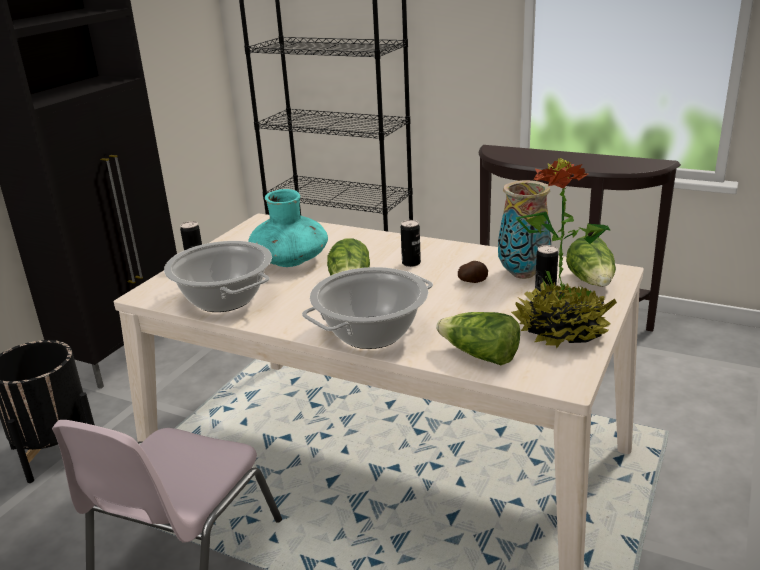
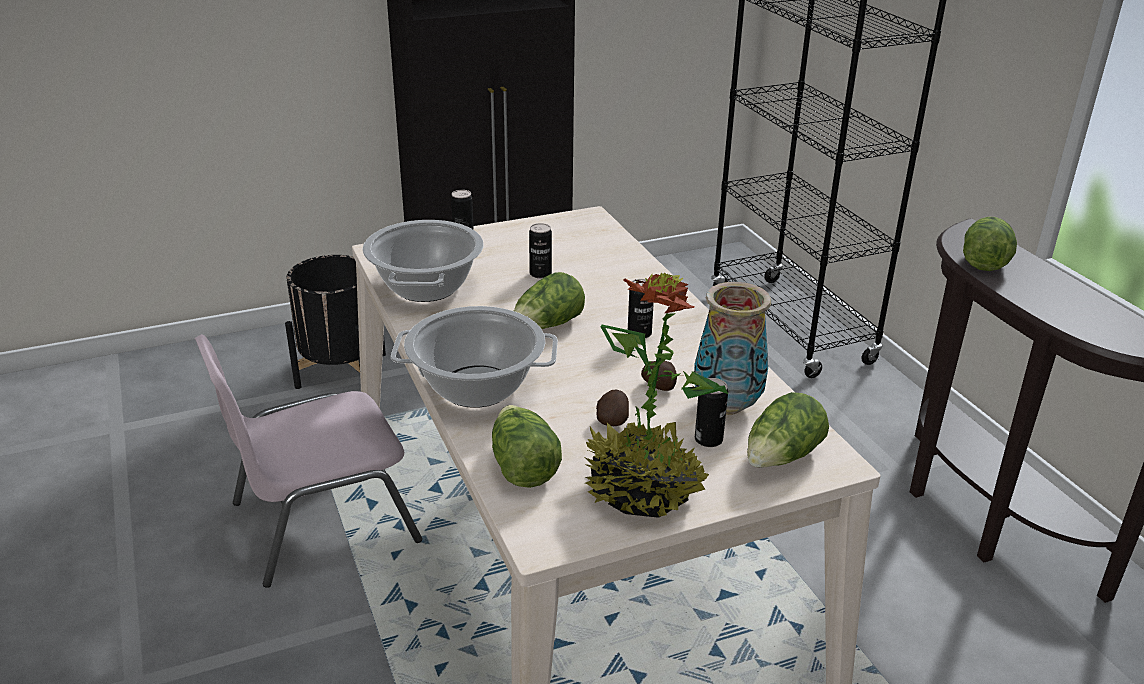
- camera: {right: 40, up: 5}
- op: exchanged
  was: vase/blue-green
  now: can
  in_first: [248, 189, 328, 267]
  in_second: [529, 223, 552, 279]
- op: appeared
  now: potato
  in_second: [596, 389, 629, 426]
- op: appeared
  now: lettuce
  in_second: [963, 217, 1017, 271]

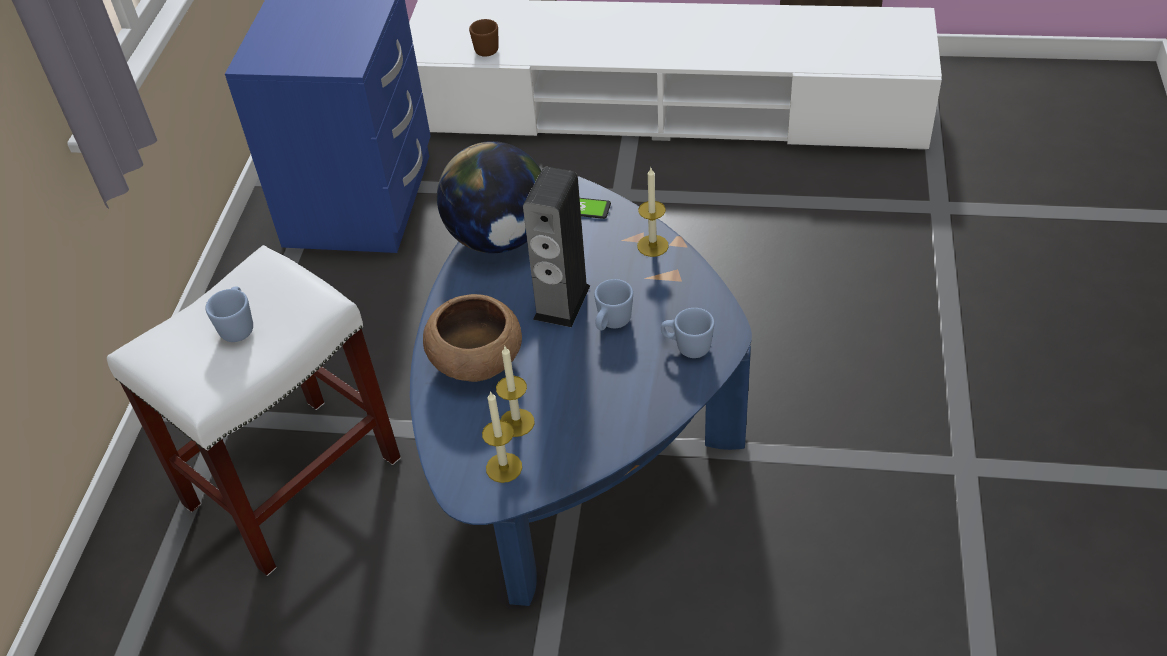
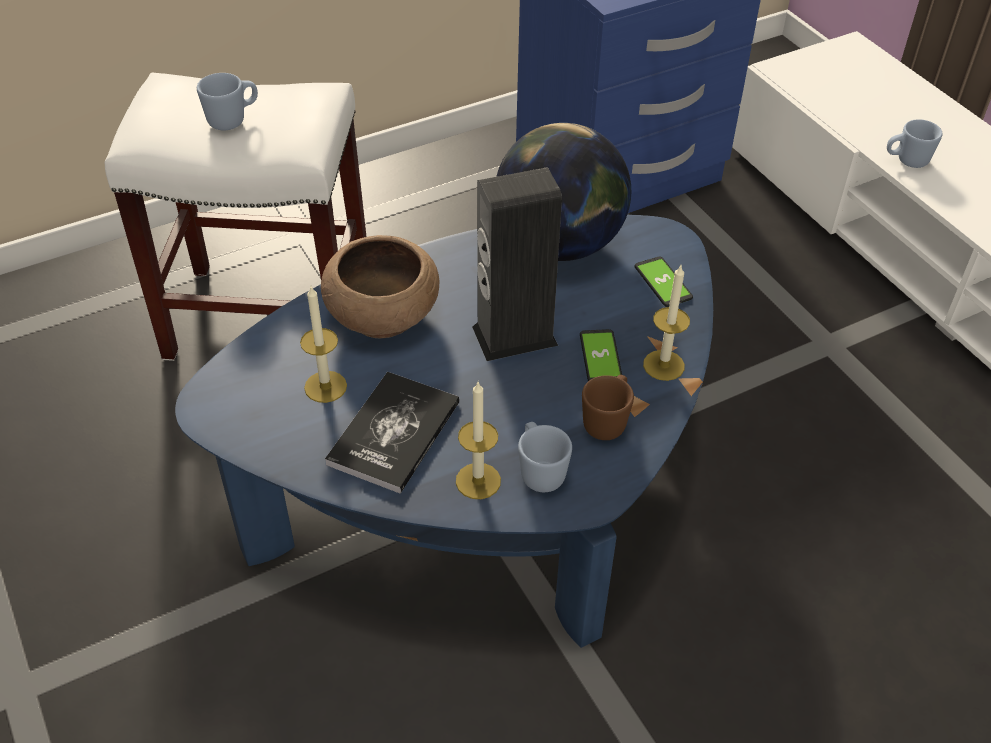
- camera: {right: 50, up: 0}
- op: relocated
  was: coffee mug/brown
  in_first: [469, 19, 498, 57]
  in_second: [582, 375, 634, 440]
- op: relocated
  was: candle
  in_first: [482, 391, 522, 483]
  in_second: [456, 382, 501, 499]
- op: relocated
  was: coffee mug/bluish
  in_first: [594, 279, 633, 330]
  in_second: [887, 119, 943, 168]
- op: appeared
  now: bound book
  in_second: [325, 371, 460, 494]
- op: appeared
  now: phone
  in_second: [580, 329, 622, 381]

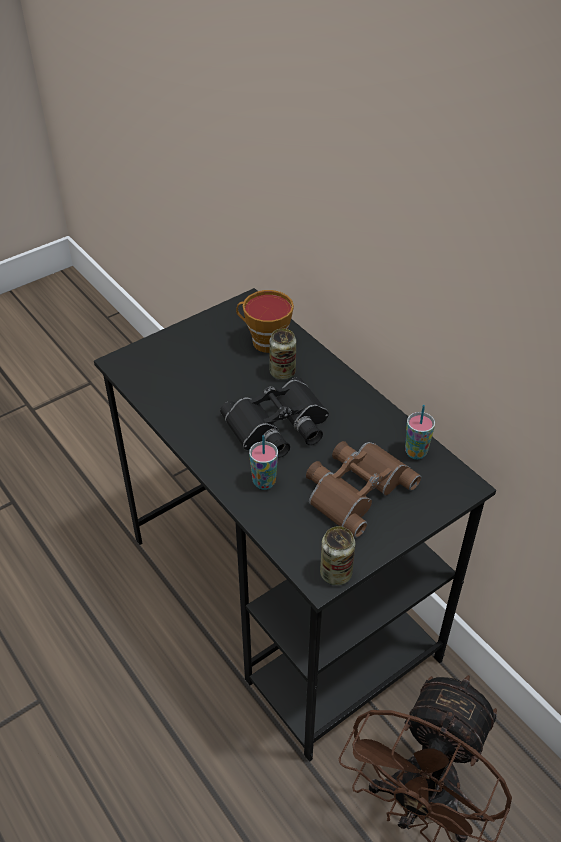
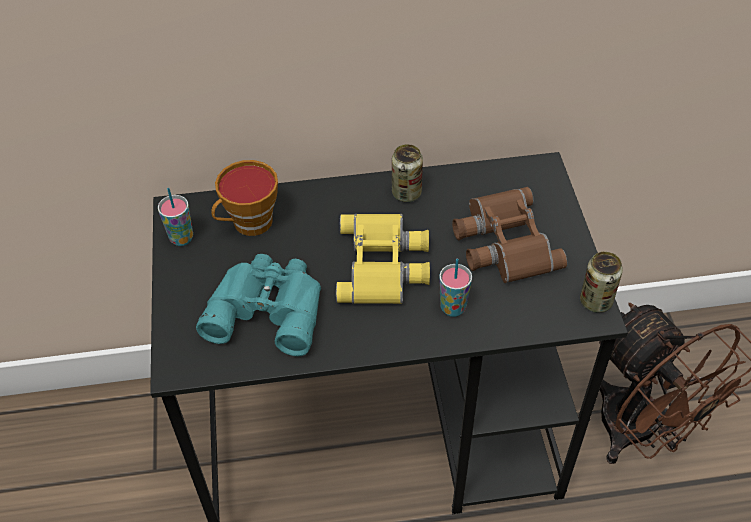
- camera: {right: -60, up: 5}
- op: colour
  was: field glasses/black-coloured
  now: field glasses/yellowish
  in_first: [220, 377, 329, 458]
  in_second: [336, 214, 430, 304]
- op: relocated
  was: can
  in_first: [269, 329, 296, 380]
  in_second: [392, 144, 423, 202]
- op: relocated
  was: small cup
  in_first: [405, 405, 435, 459]
  in_second: [158, 188, 193, 246]
- op: appeared
  now: field glasses/blue-green
  in_second: [196, 254, 321, 356]

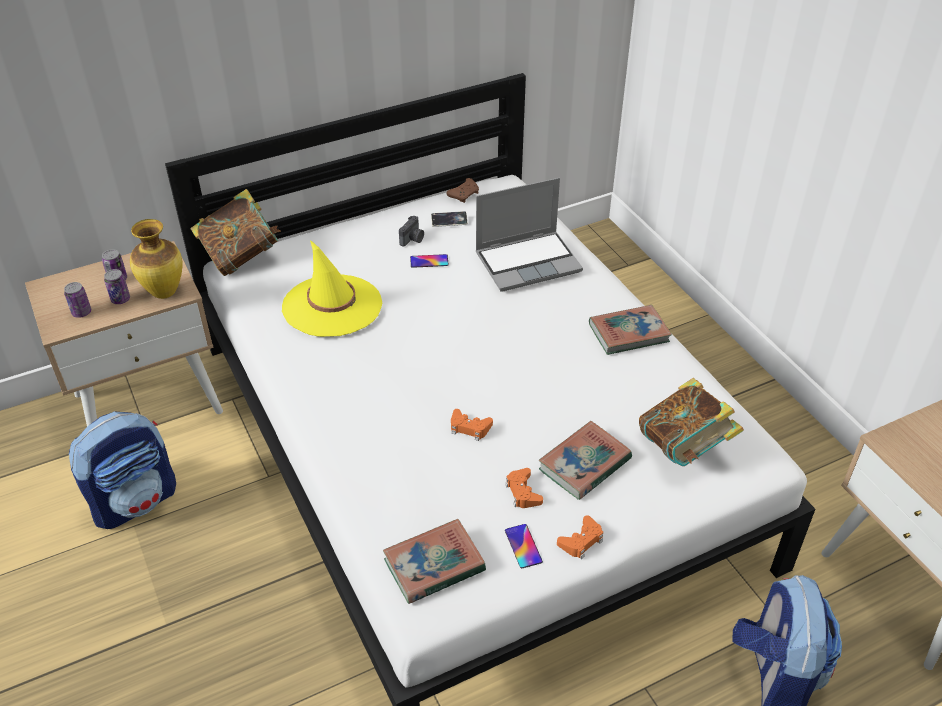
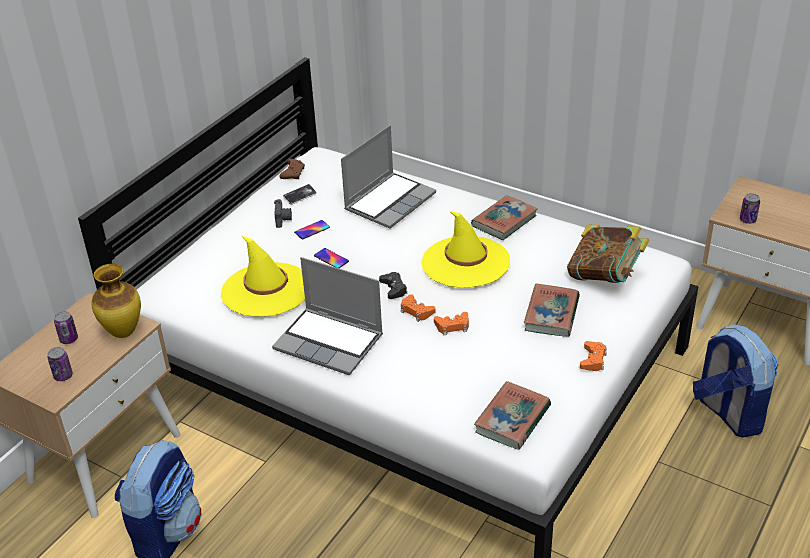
- camera: {right: -30, up: -5}
- op: relocated
  was: can
  in_first: [104, 269, 130, 304]
  in_second: [740, 193, 760, 224]
- op: missing
  was: bound book
  in_first: [190, 189, 281, 276]
- op: relocated
  was: gamepad/orange-coloured
  in_first: [505, 468, 543, 508]
  in_second: [401, 294, 436, 322]
- op: relocated
  was: phone
  in_first: [505, 524, 543, 568]
  in_second: [314, 248, 349, 268]
- op: appeared
  now: portable computer
  in_second: [272, 257, 383, 375]
- op: appeared
  now: gamepad/black-coloured
  in_second: [379, 272, 407, 299]
- op: appeared
  now: wearable hat/yellowish
  in_second: [421, 211, 510, 288]

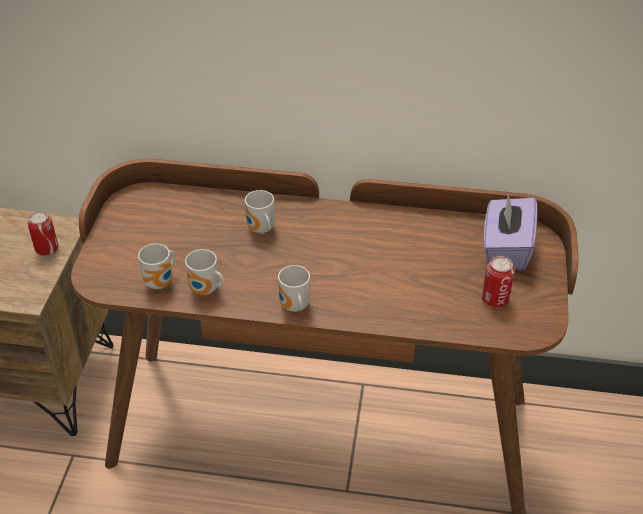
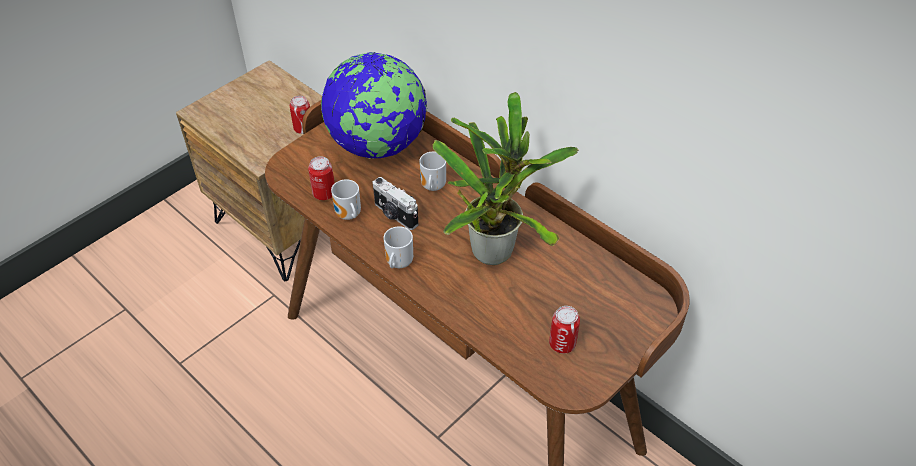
- camera: {right: 35, up: 5}
- op: exchanged
  was: coffee mug
  now: can
  in_first: [138, 244, 175, 289]
  in_second: [308, 156, 335, 200]
- op: missing
  was: tissue holder/purple
  in_first: [484, 193, 537, 270]
- op: appeared
  now: desk globe
  in_second: [321, 52, 427, 159]
- op: appeared
  now: photo camera
  in_second: [373, 177, 418, 230]
- op: appeared
  now: plant in a pot
  in_second: [433, 92, 579, 265]

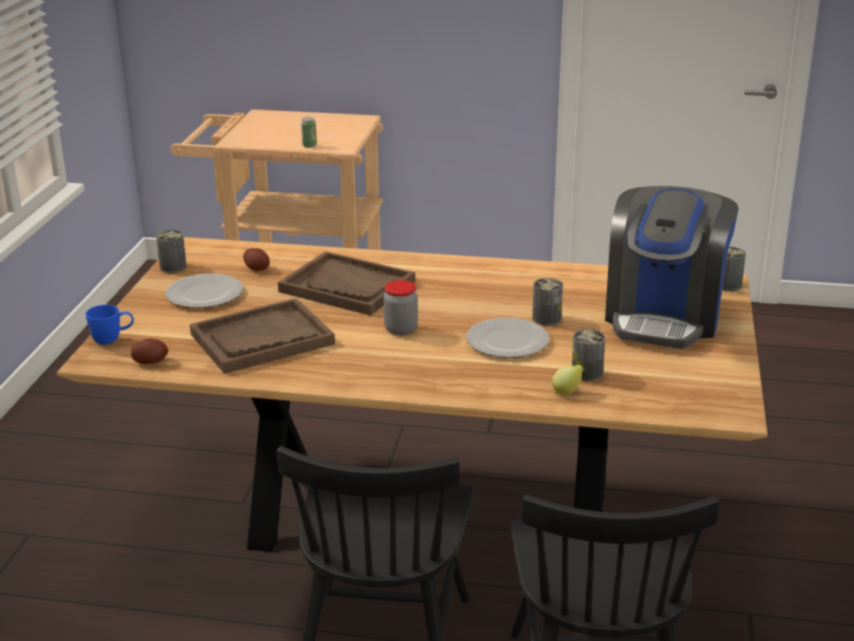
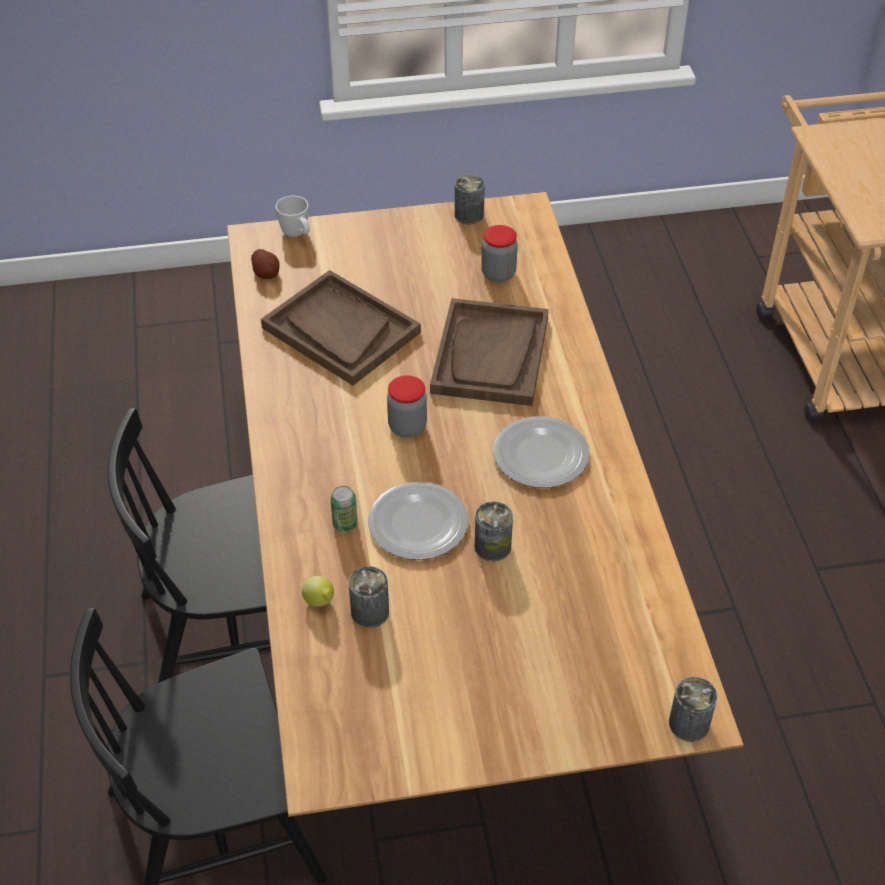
- camera: {right: 70, up: 20}
- op: colour
  was: coffee mug/bluish
  now: coffee mug/white
  in_first: [85, 305, 134, 345]
  in_second: [275, 196, 310, 237]
- op: relocated
  was: flat dish
  in_first: [165, 273, 243, 308]
  in_second: [493, 416, 589, 488]
- op: exchanged
  was: potato
  now: storage jar
  in_first: [243, 248, 270, 271]
  in_second: [481, 225, 518, 283]
- op: relocated
  was: can
  in_first: [301, 117, 317, 148]
  in_second: [330, 486, 358, 532]
- op: missing
  was: coffee machine
  in_first: [605, 186, 739, 348]

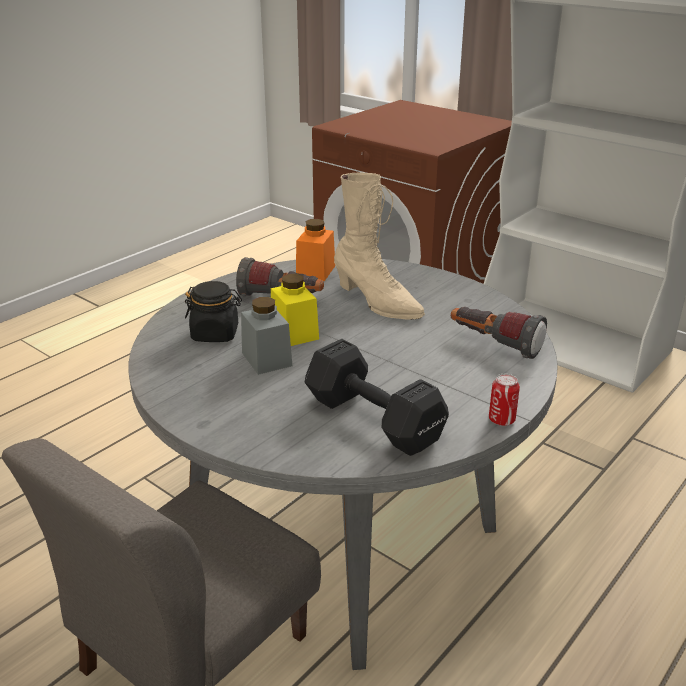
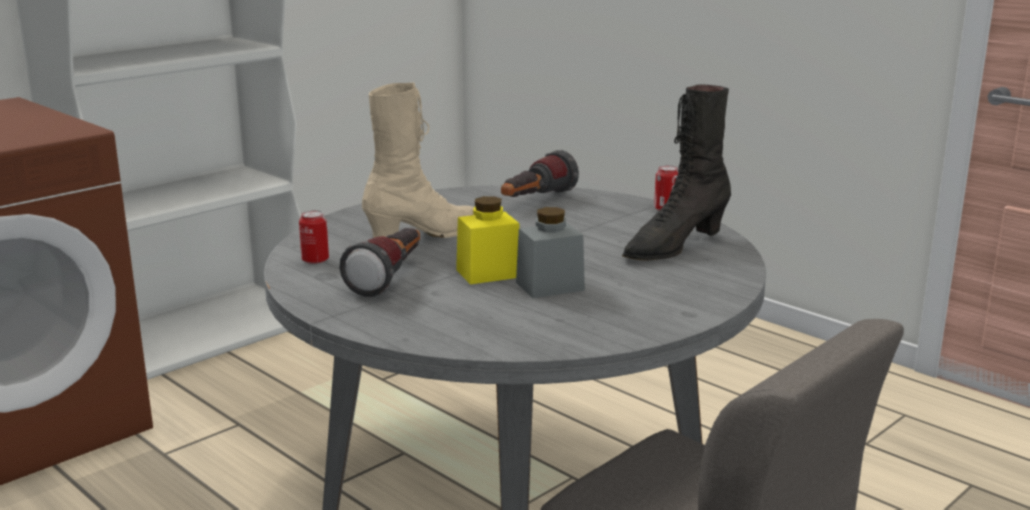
- camera: {right: -85, up: -10}
- op: missing
  was: storage jar/black-coloured
  in_first: [185, 281, 242, 342]
- op: exchanged
  was: storage jar/orange-coloured
  now: can
  in_first: [296, 219, 335, 281]
  in_second: [299, 210, 329, 264]
- op: exchanged
  was: free weight/black-coloured
  now: tall boot/black-coloured
  in_first: [305, 339, 449, 456]
  in_second: [622, 85, 731, 261]

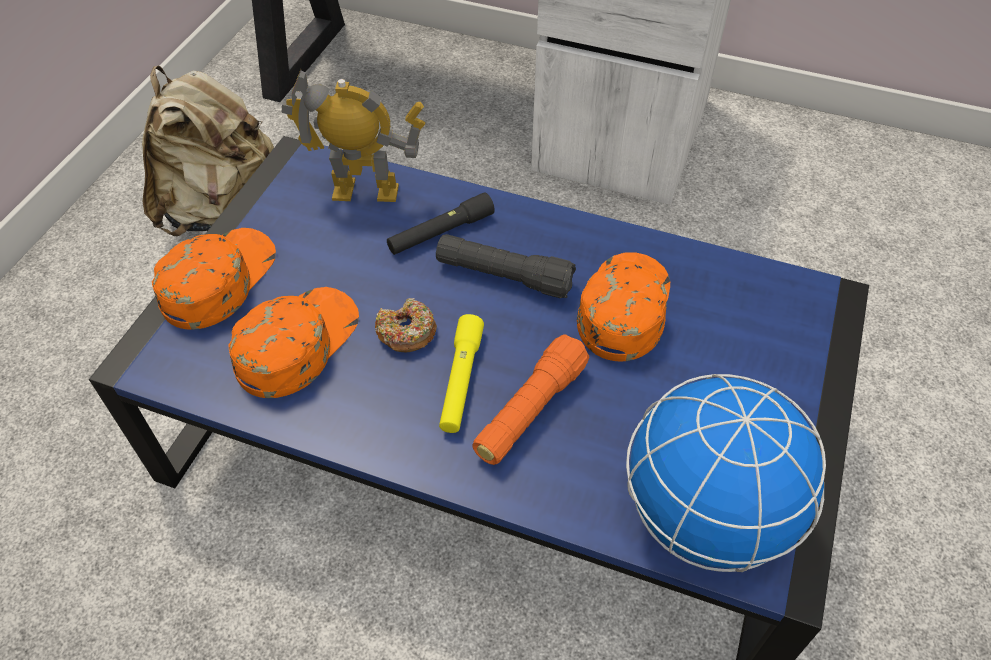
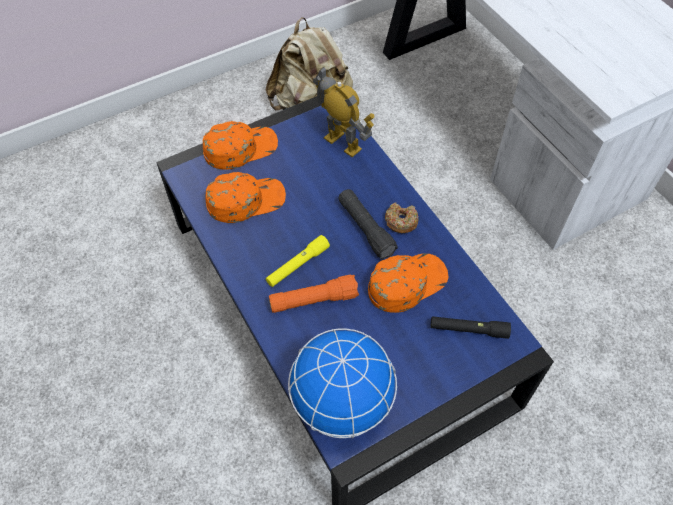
- camera: {right: 40, up: 5}
- op: relocated
  was: ring doughnut
  in_first: [375, 298, 437, 352]
  in_second: [385, 202, 418, 233]
- op: relocated
  was: hand torch/black-coloured
  in_first: [387, 192, 495, 255]
  in_second: [431, 316, 511, 339]

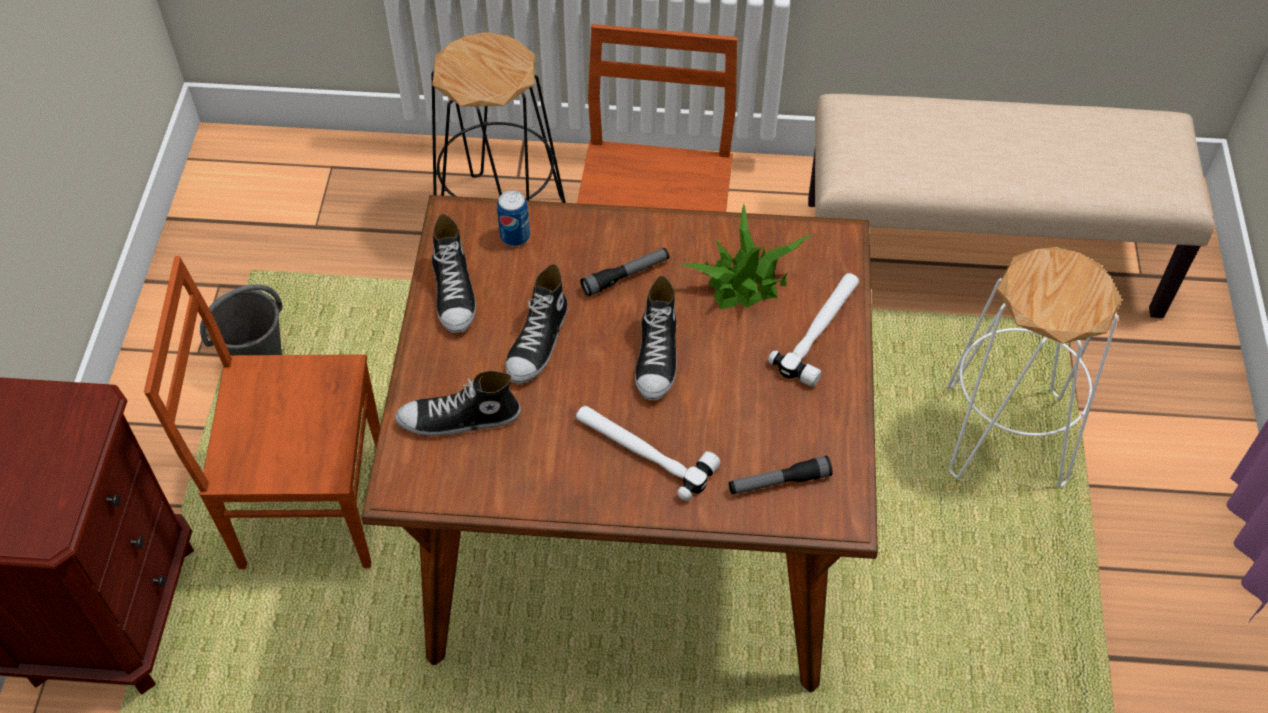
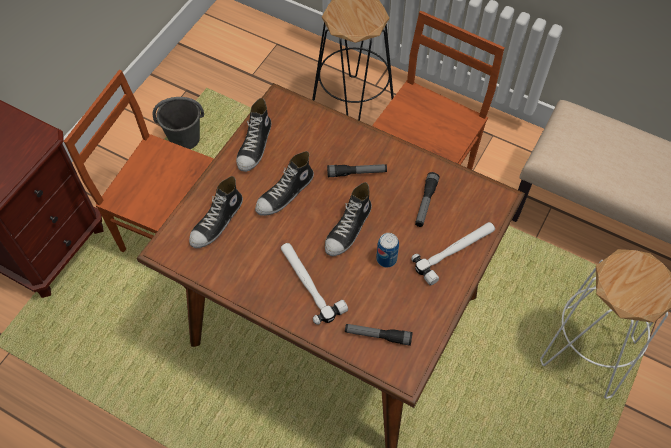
- camera: {right: 25, up: 5}
- op: spun
  was: item of footwear
  in_first: [395, 371, 521, 436]
  in_second: [189, 176, 243, 248]
  clockwise: -75
- op: relocated
  was: can
  in_first: [497, 190, 530, 246]
  in_second: [376, 233, 399, 267]
- op: exchanged
  was: plant in a pot
  now: hand torch
  in_first: [681, 204, 815, 309]
  in_second: [415, 172, 439, 227]

